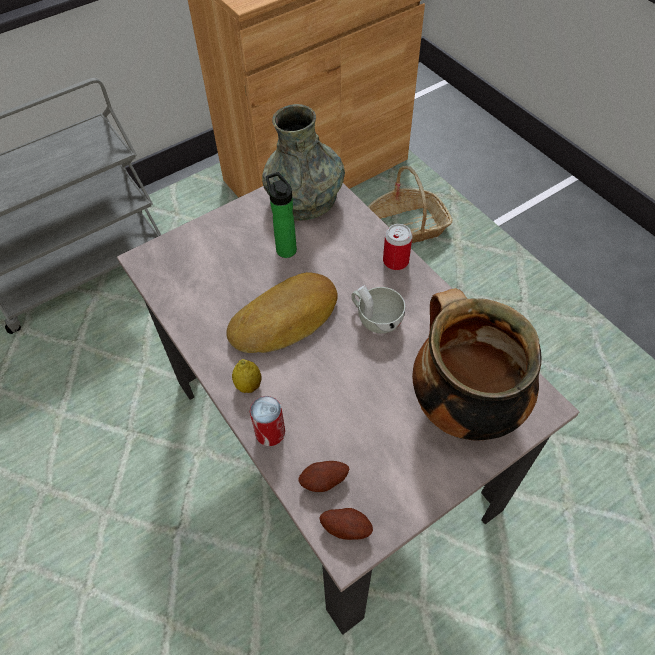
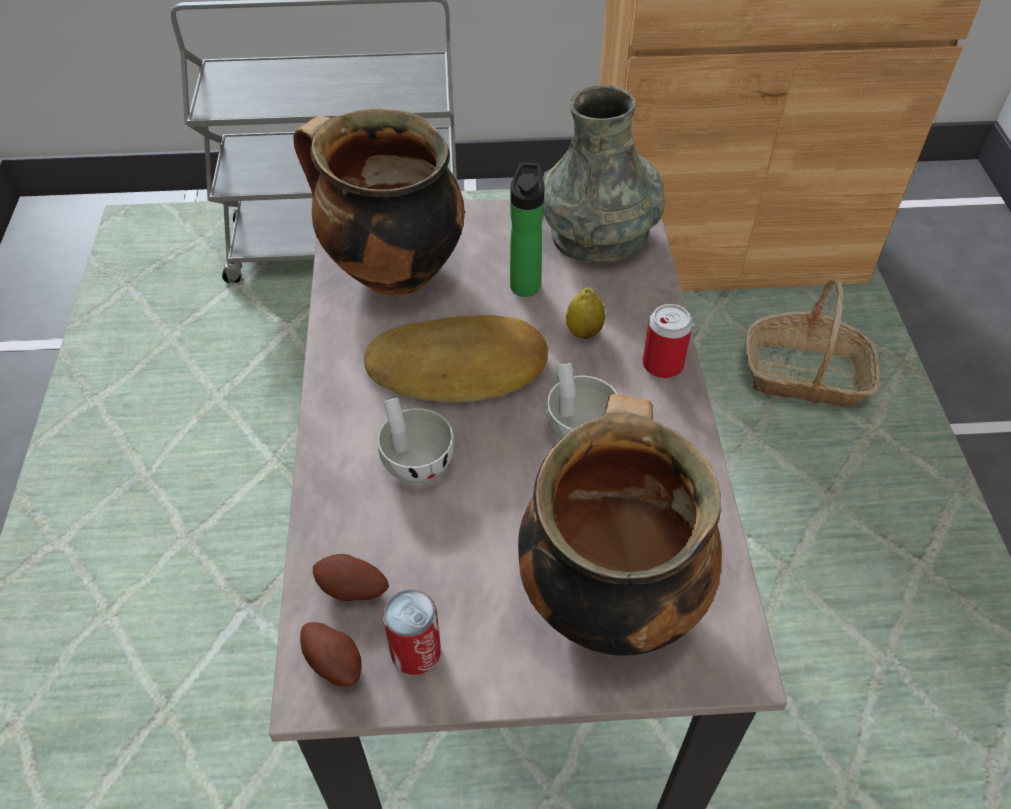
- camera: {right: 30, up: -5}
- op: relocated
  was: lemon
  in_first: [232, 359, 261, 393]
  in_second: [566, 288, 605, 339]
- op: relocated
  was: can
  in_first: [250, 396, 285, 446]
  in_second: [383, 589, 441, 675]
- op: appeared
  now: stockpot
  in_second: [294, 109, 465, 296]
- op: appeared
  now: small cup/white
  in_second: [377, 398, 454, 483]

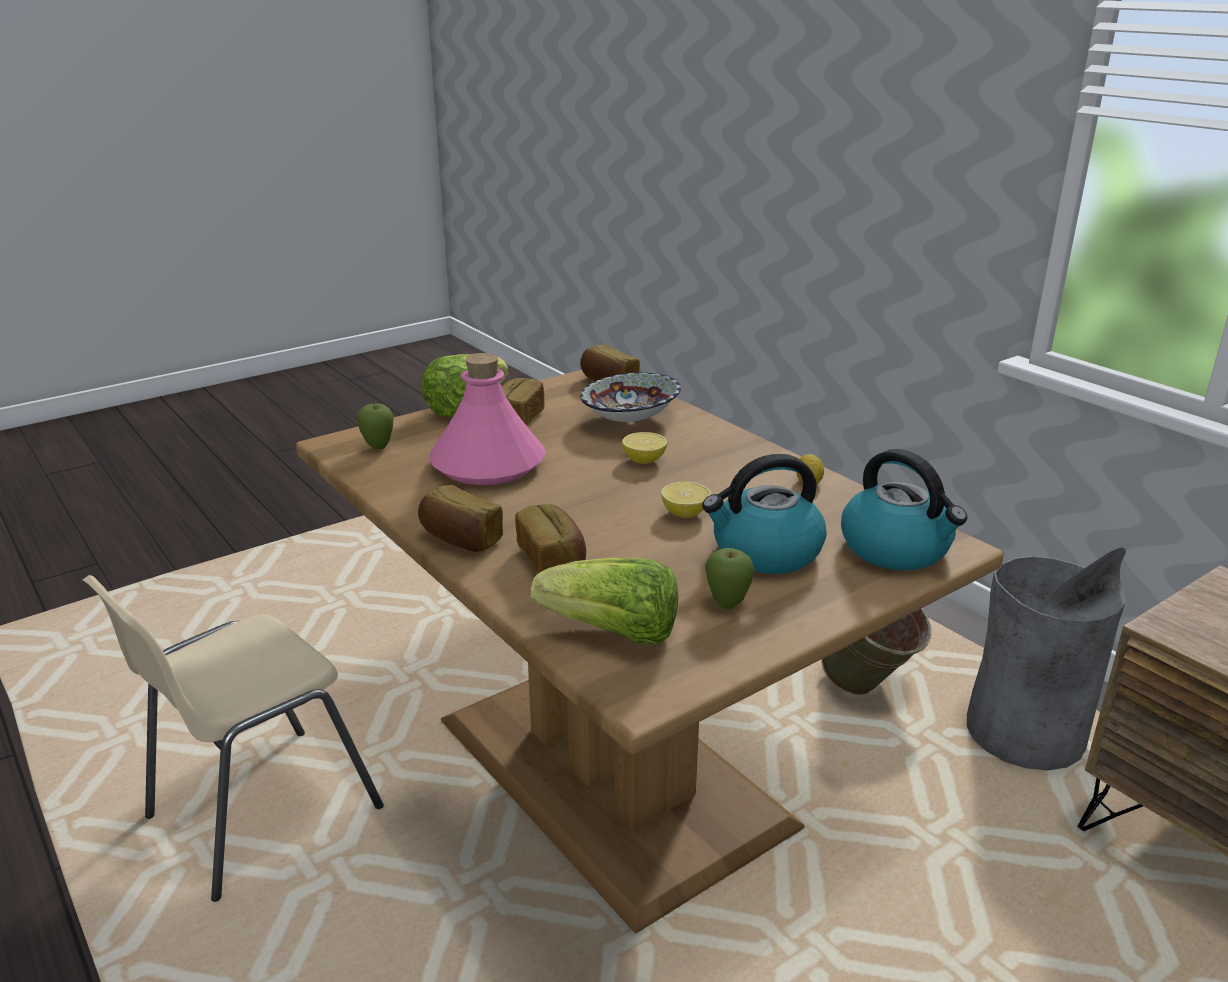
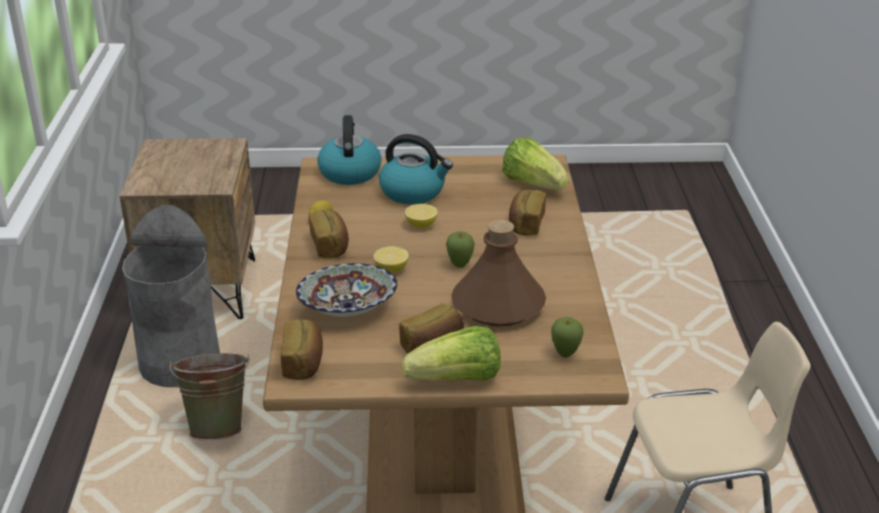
- camera: {right: -145, up: 5}
- op: relocated
  was: bread
  in_first: [418, 485, 503, 552]
  in_second: [309, 210, 349, 258]
- op: colour
  was: bottle/pink
  now: bottle/brown
  in_first: [429, 353, 545, 485]
  in_second: [452, 220, 546, 326]
- op: relocated
  was: apple fruit
  in_first: [705, 548, 755, 609]
  in_second: [446, 231, 475, 268]

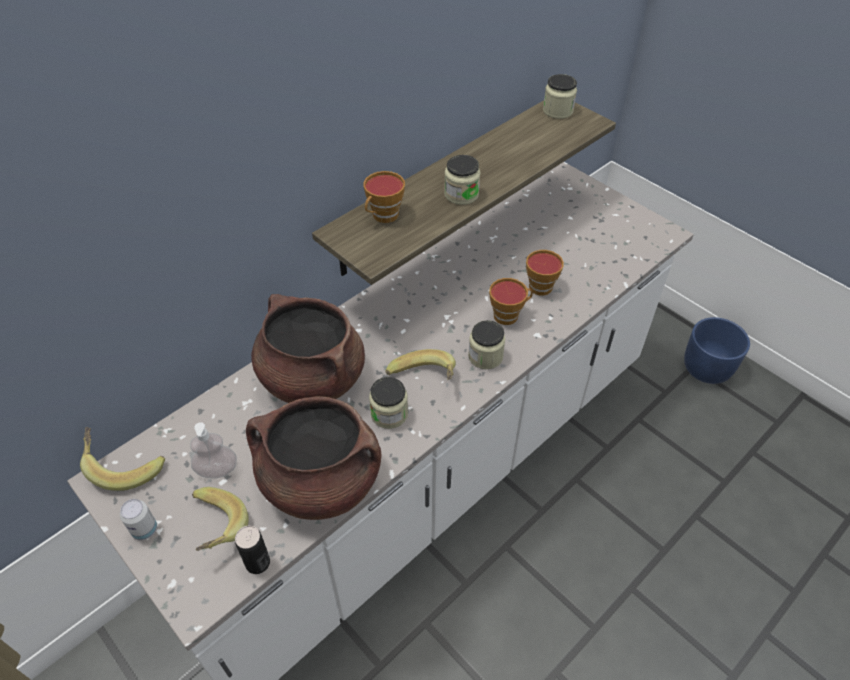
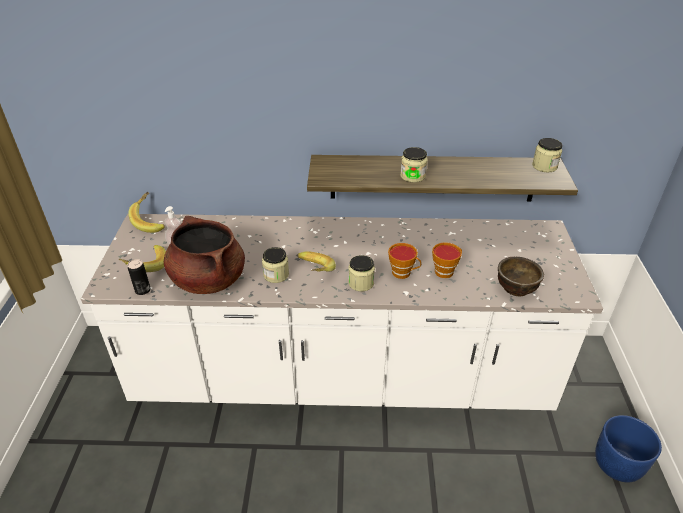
- camera: {right: 45, up: -10}
- op: missing
  was: can
  in_first: [120, 499, 157, 540]
- op: missing
  was: stockpot/brown
  in_first: [251, 294, 365, 403]
- op: missing
  was: small cup
  in_first: [364, 171, 405, 223]
- op: appeared
  now: bowl/brown
  in_second: [498, 257, 544, 297]

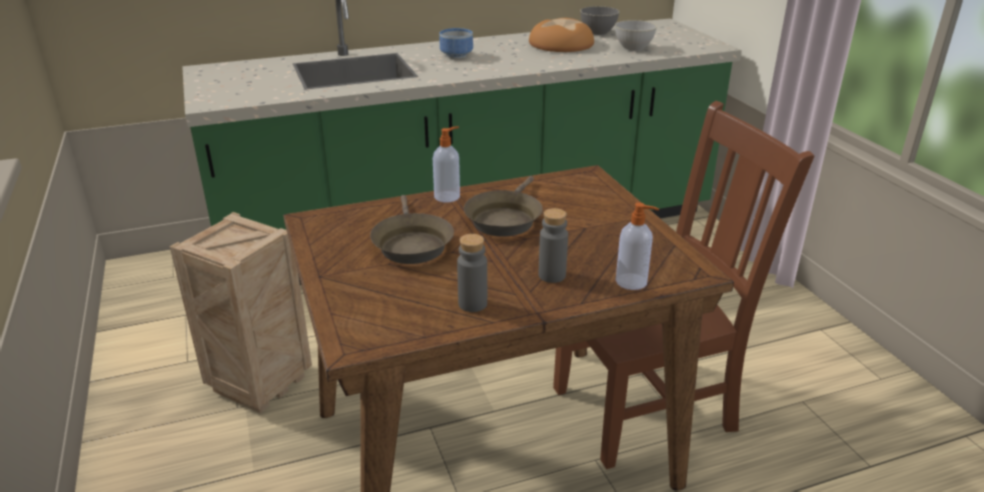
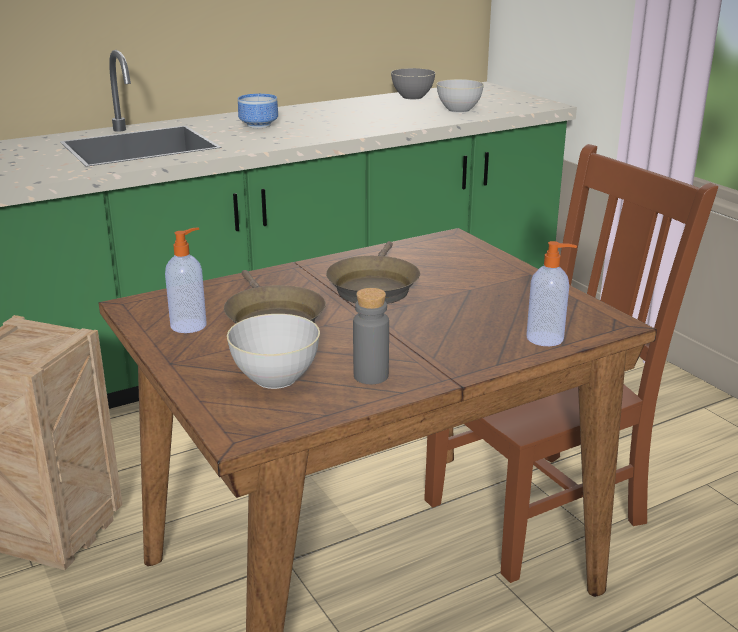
- camera: {right: -10, up: -5}
- op: relocated
  was: soap bottle
  in_first: [433, 126, 460, 202]
  in_second: [165, 227, 207, 333]
- op: missing
  was: bread
  in_first: [529, 18, 594, 52]
- op: missing
  was: bottle/gray
  in_first: [539, 208, 568, 283]
- op: appeared
  now: bowl/gray
  in_second: [227, 314, 320, 389]

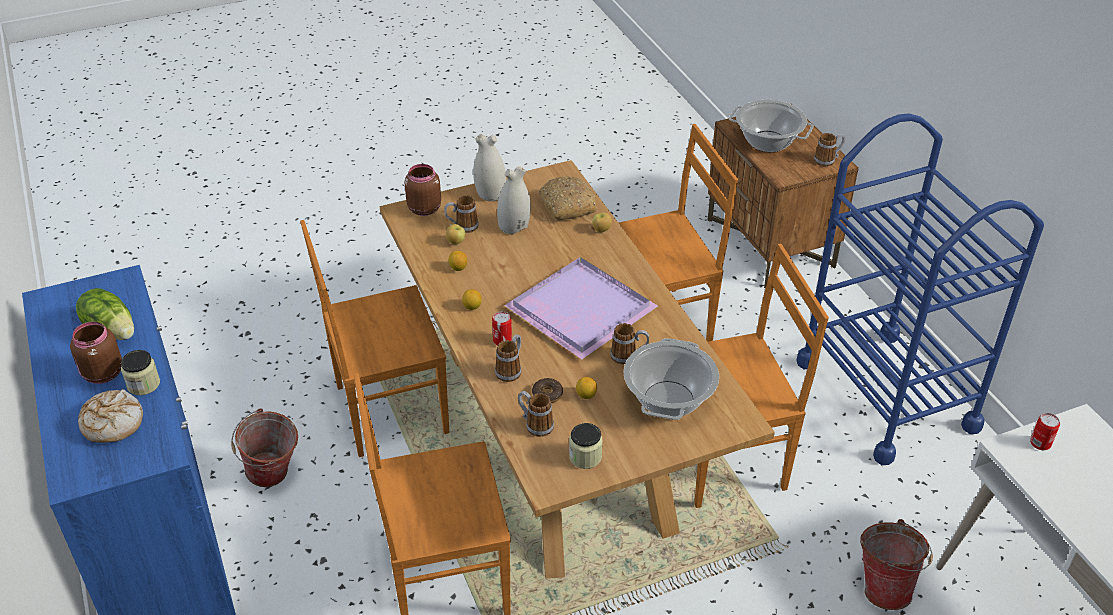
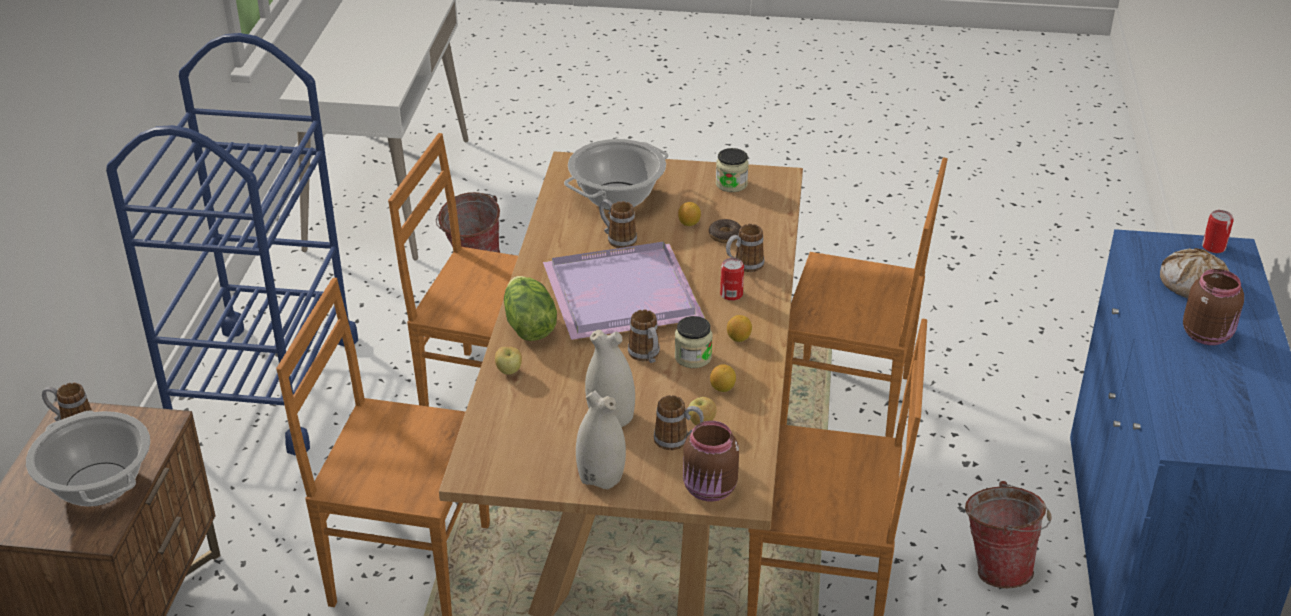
- camera: {right: -150, up: -5}
- op: relocated
  was: lettuce
  in_first: [76, 288, 134, 340]
  in_second: [504, 276, 557, 341]
- op: relocated
  was: storage jar
  in_first: [121, 350, 160, 395]
  in_second: [675, 316, 712, 368]
- op: relocated
  was: coffee mug
  in_first: [518, 391, 554, 437]
  in_second: [628, 310, 660, 363]
- op: missing
  was: bread
  in_first: [539, 176, 597, 220]
- op: relocated
  was: can
  in_first: [1030, 413, 1060, 450]
  in_second: [1202, 210, 1234, 253]

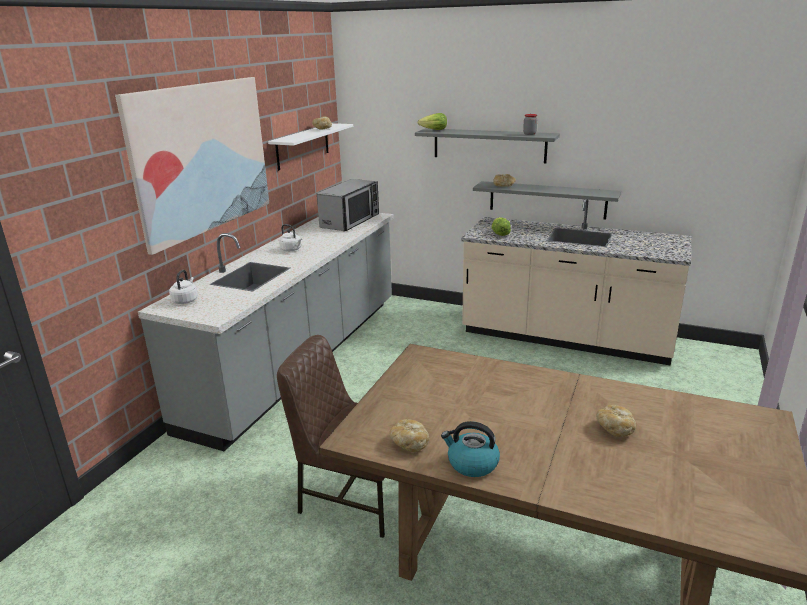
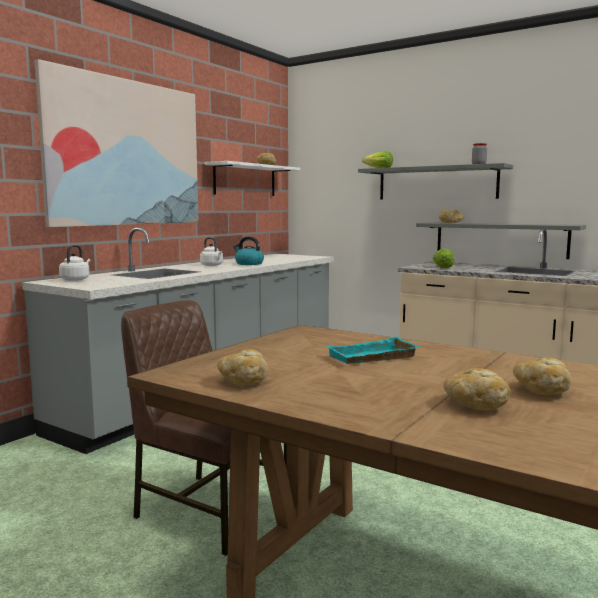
- camera: {right: 10, up: -15}
- op: missing
  was: microwave oven
  in_first: [317, 179, 379, 231]
- op: relocated
  was: kettle
  in_first: [441, 421, 500, 477]
  in_second: [233, 236, 264, 265]
- op: appeared
  now: carrying tray/blue-green
  in_second: [327, 337, 420, 364]
- op: appeared
  now: bread
  in_second: [443, 368, 511, 411]

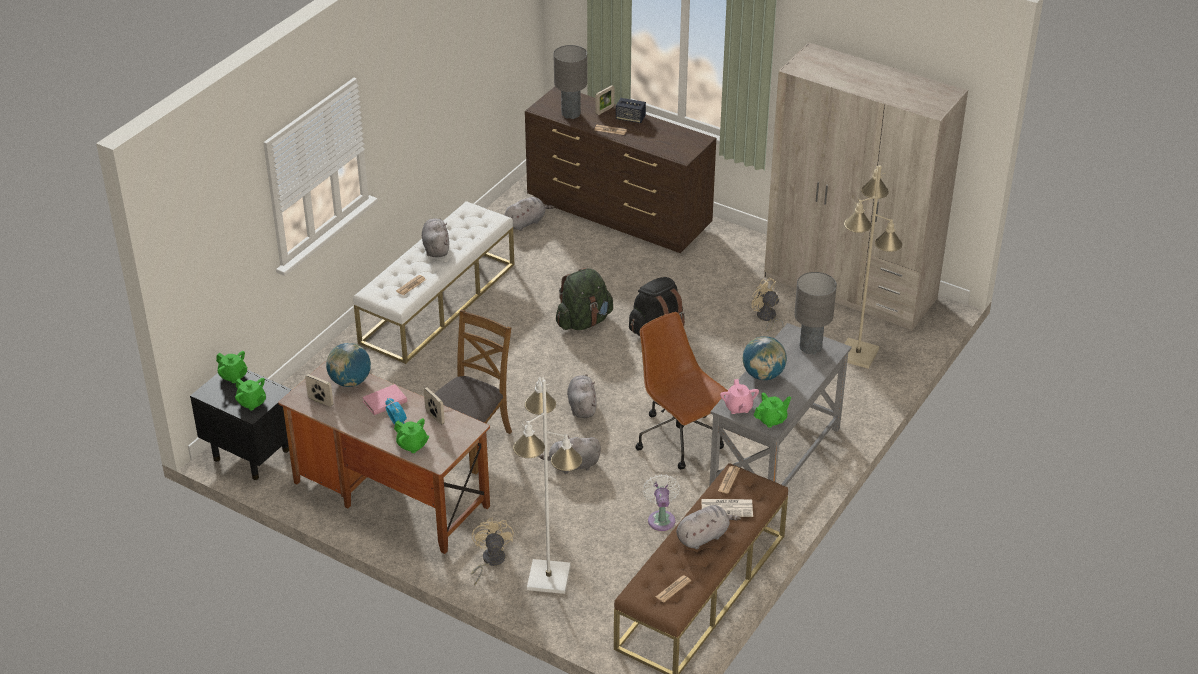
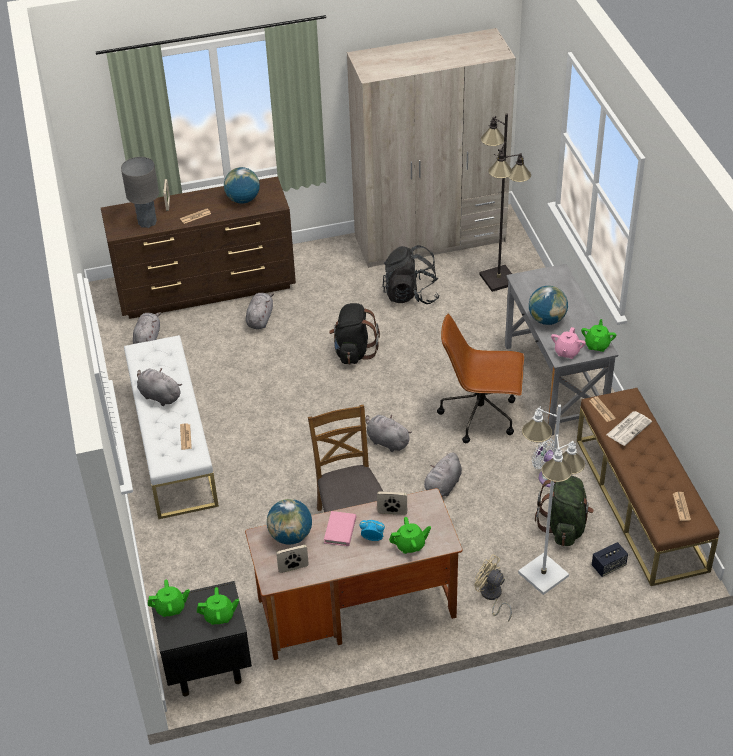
- camera: {right: -45, up: 5}
- op: relocated
  was: rucksack/green-coloured
  in_first: [556, 268, 613, 330]
  in_second: [535, 476, 594, 546]
- op: relocated
  was: loudspeaker
  in_first: [616, 98, 646, 123]
  in_second: [592, 542, 628, 577]
- op: relocated
  was: soft toy/gray
  in_first: [676, 505, 741, 549]
  in_second: [246, 293, 274, 329]
- op: spun
  was: teapot/pink
  in_first: [720, 379, 759, 414]
  in_second: [551, 327, 586, 359]
  clockwise: 75
- op: exchanged
  was: fan/beige
  now: rucksack/black-coloured
  in_first: [751, 278, 784, 332]
  in_second: [382, 245, 440, 304]
- op: missing
  was: lamp for a table/gray
  in_first: [794, 272, 837, 355]
- op: colour
  was: standing lamp/beige
  now: standing lamp/black-coloured
  in_first: [844, 165, 902, 369]
  in_second: [479, 113, 531, 292]
- op: appeared
  now: desk globe
  in_second: [224, 167, 260, 204]

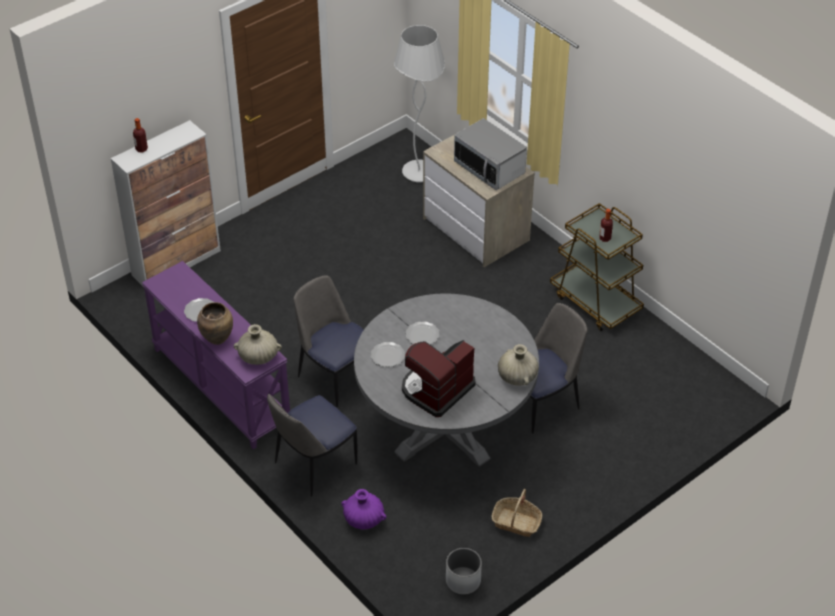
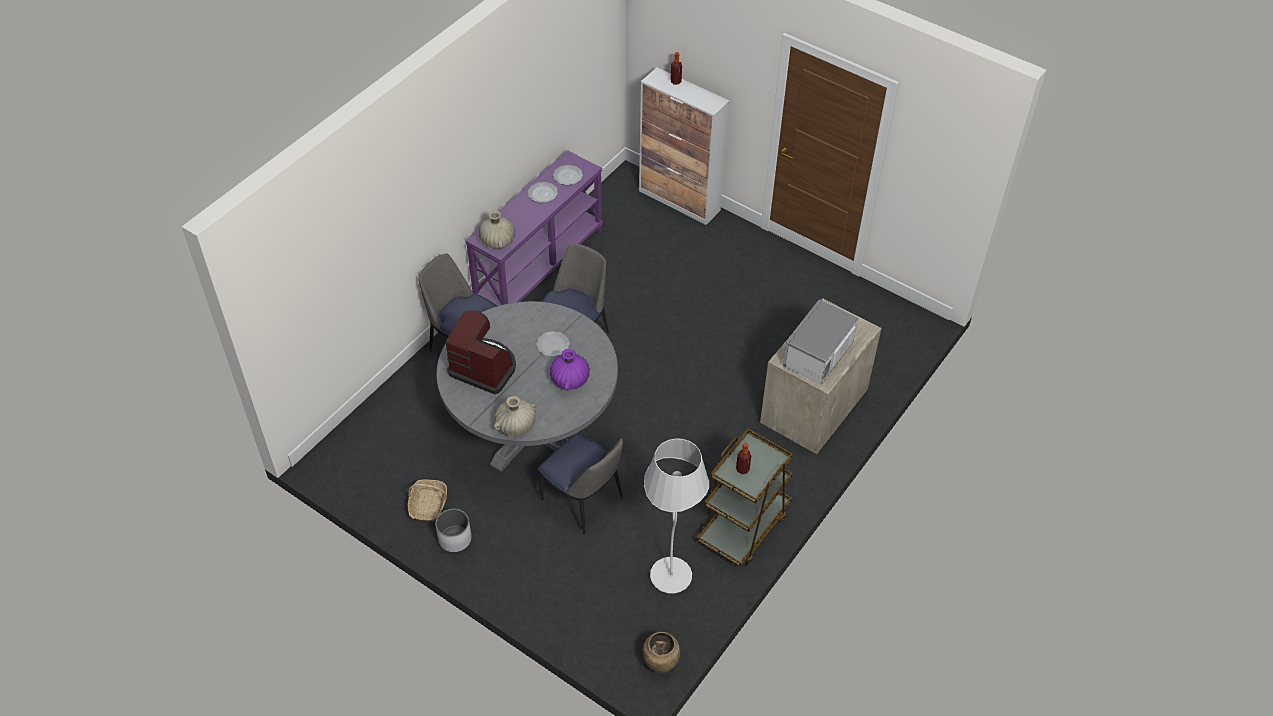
- camera: {right: 75, up: 5}
- op: relocated
  was: vase/brown
  in_first: [197, 302, 233, 345]
  in_second: [642, 632, 680, 673]
- op: relocated
  was: vase/purple
  in_first: [341, 489, 386, 529]
  in_second: [550, 349, 590, 391]
- op: relocated
  was: flat dish
  in_first: [371, 342, 405, 367]
  in_second: [553, 165, 583, 185]
- op: relocated
  was: standing lamp/white
  in_first: [394, 25, 445, 182]
  in_second: [644, 438, 709, 594]
- op: relocated
  was: planter/white
  in_first: [446, 548, 482, 595]
  in_second: [436, 509, 472, 552]

